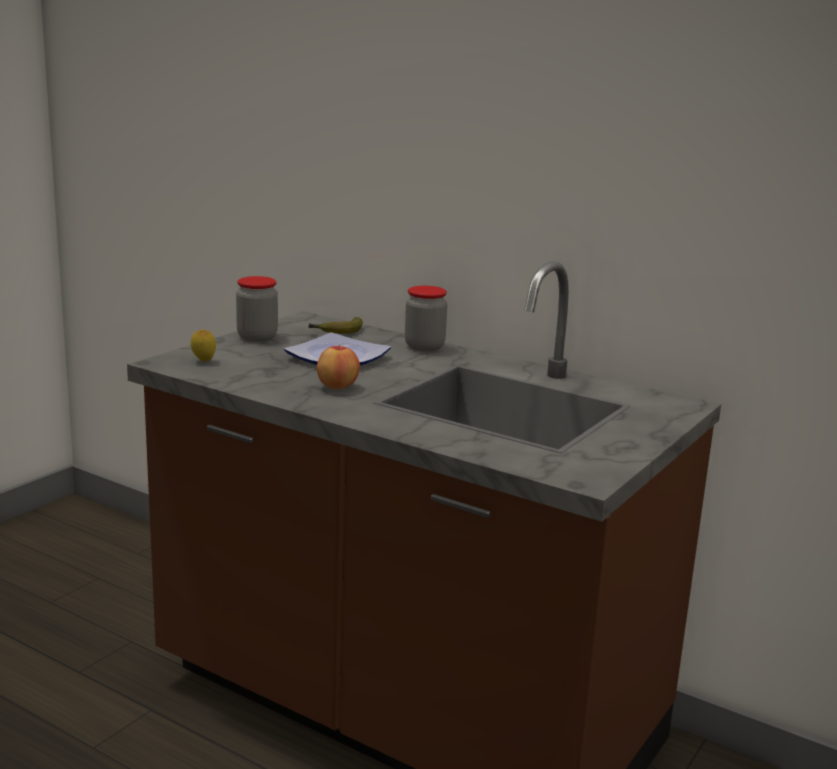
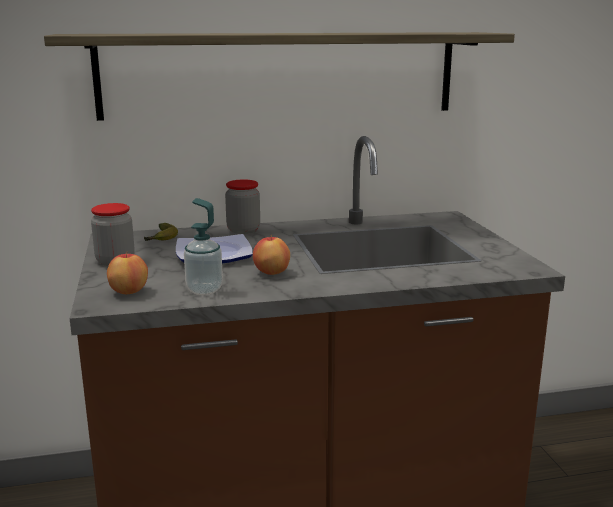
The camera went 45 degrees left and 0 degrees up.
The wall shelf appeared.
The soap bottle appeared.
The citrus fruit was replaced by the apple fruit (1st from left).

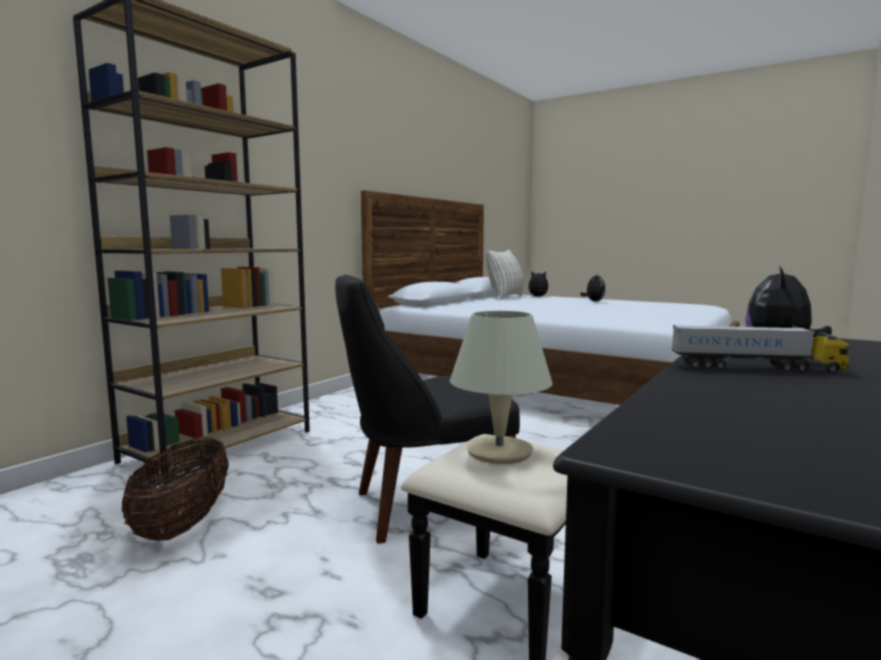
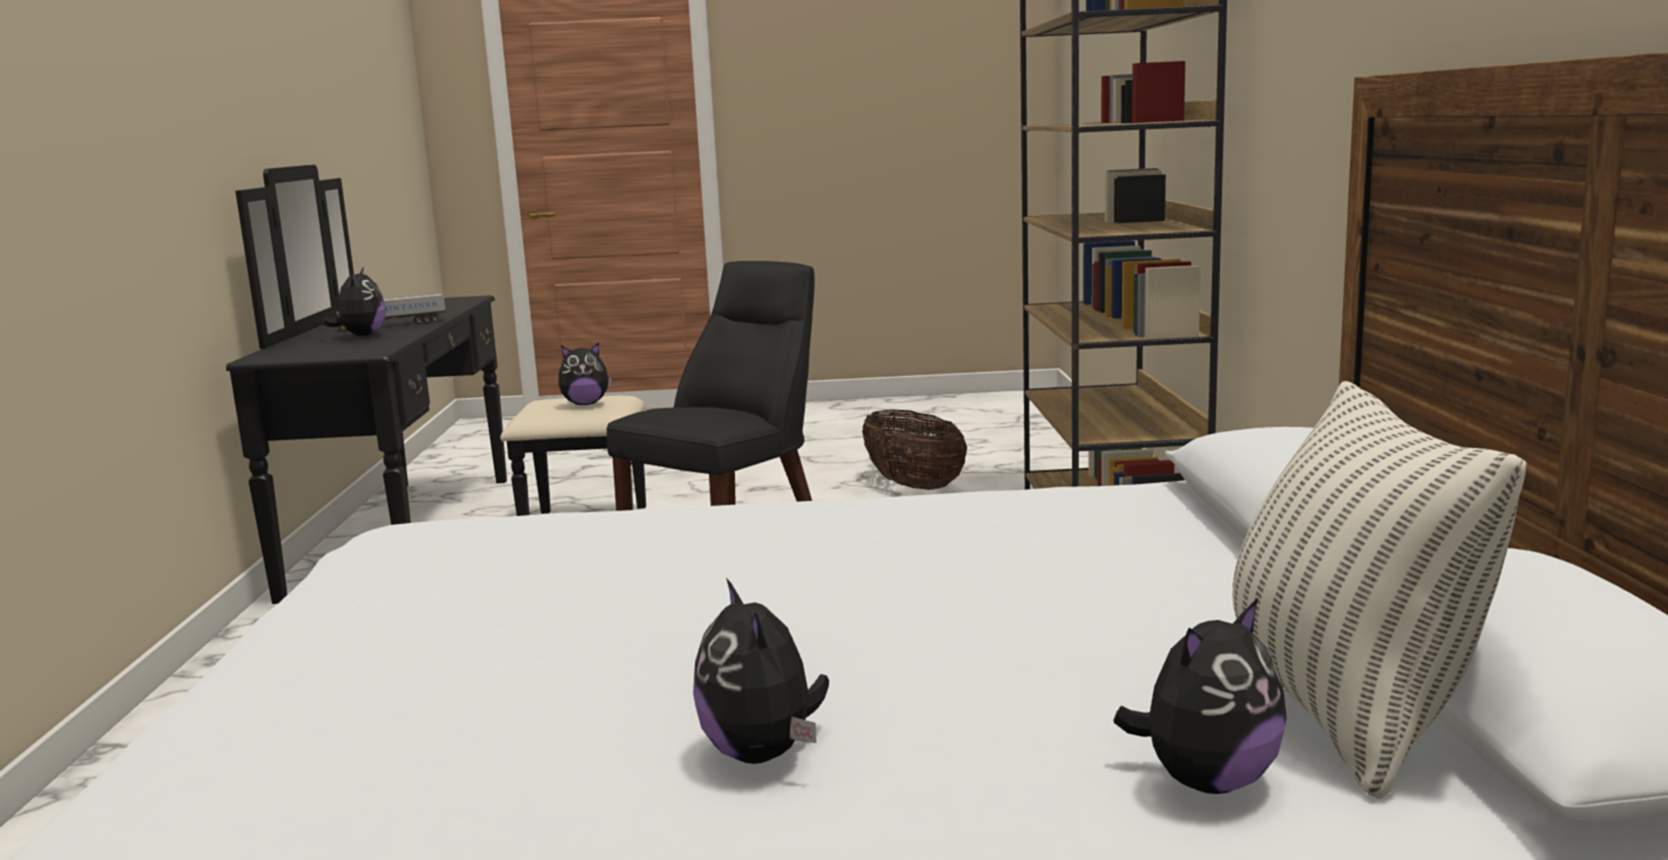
The camera went 145 degrees right and 5 degrees up.
The lamp for a table/sand-coloured was replaced by the plush toy (2nd from left).

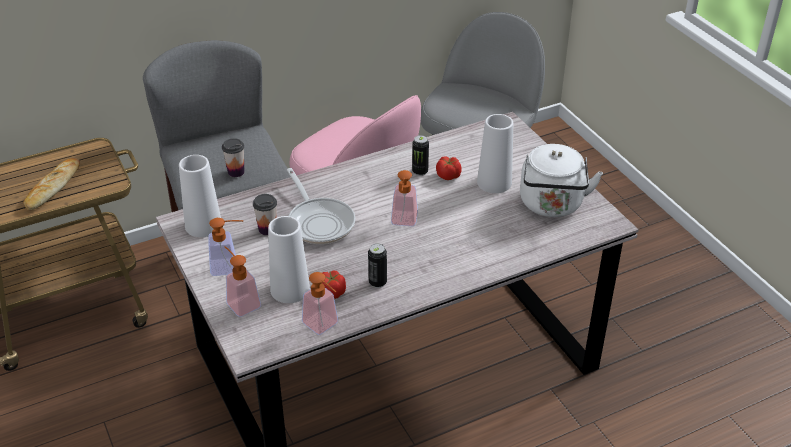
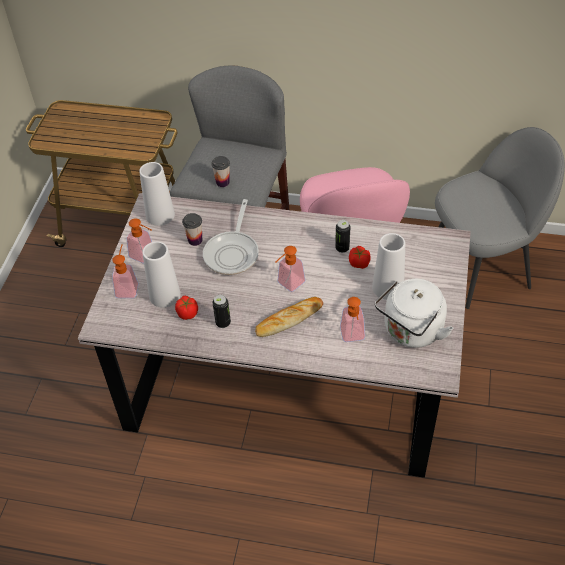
The camera went 40 degrees right and 10 degrees up.
The bread moved.
The soap bottle (3rd from left in the first image) moved.

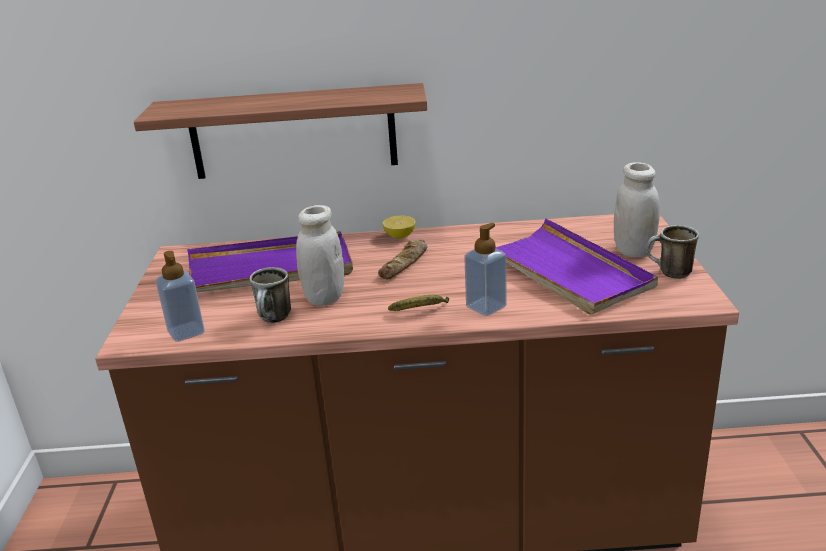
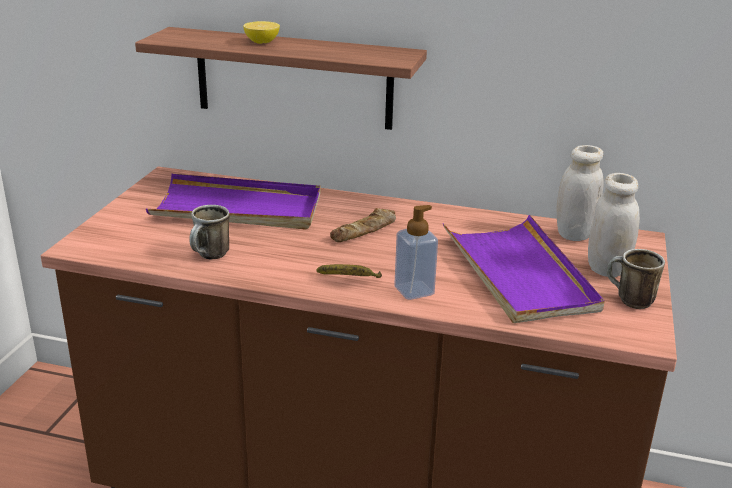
The camera went 15 degrees right and 0 degrees up.
The soap bottle (1st from left) disappeared.
The jar/white-coloured (1st from left) moved.
The citrus fruit moved.

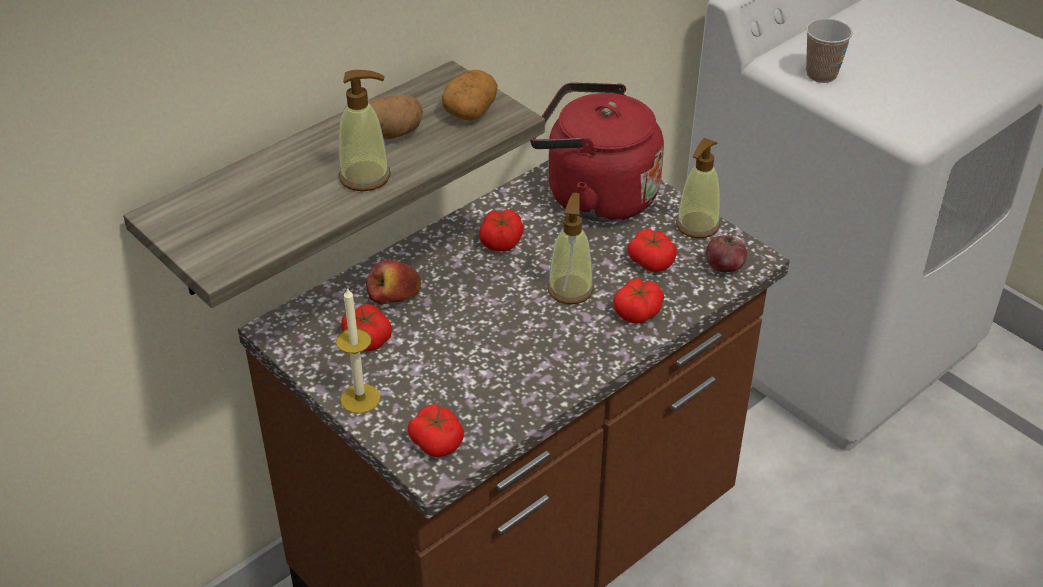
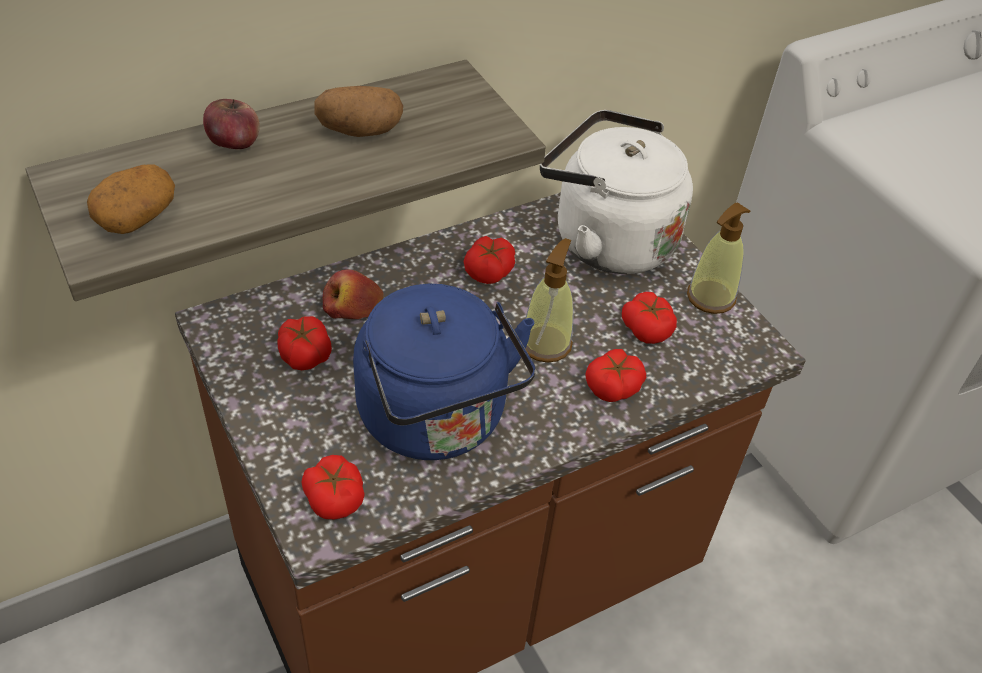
The camera went 10 degrees right and 5 degrees up.
The candle disappeared.
The soap bottle (1st from left) disappeared.
The drinking cup disappeared.
The kettle/bluish appeared.
The potato (2nd from left in the first image) moved.
The apple fruit (2nd from left in the first image) moved.
The kettle/red-coloured became the kettle/white-coloured.

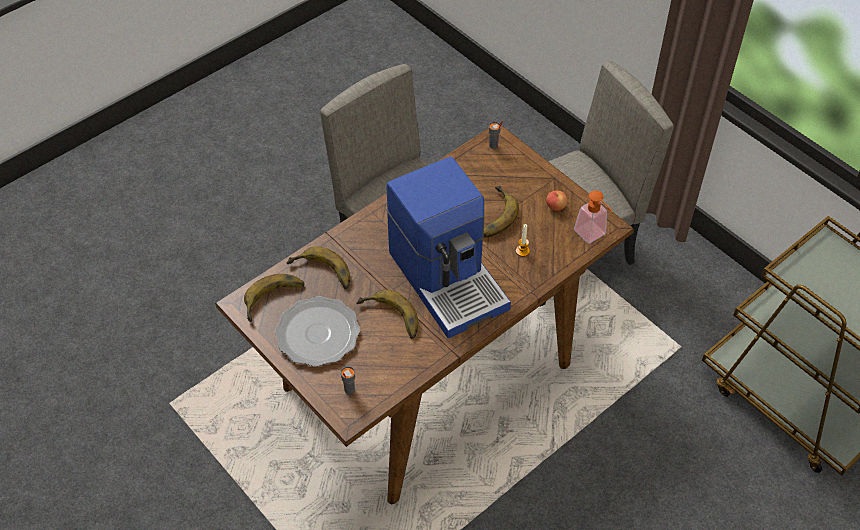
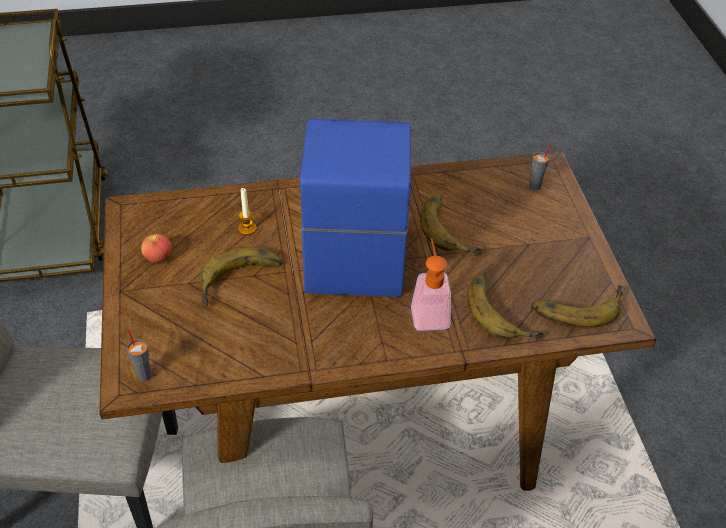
The camera went 150 degrees left and 5 degrees down.
The dinner plate disappeared.
The soap bottle moved.

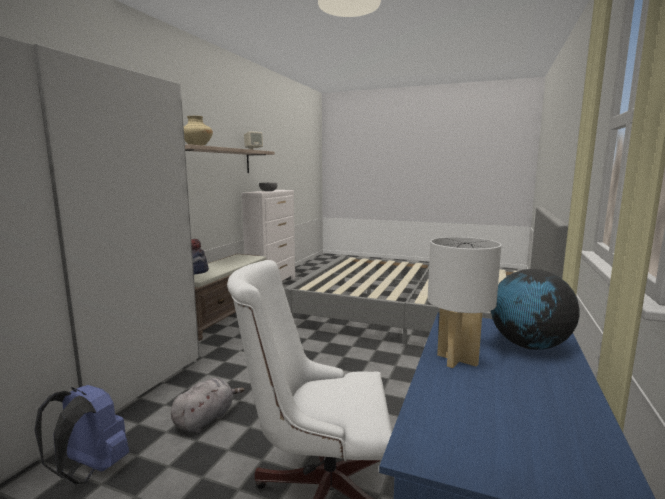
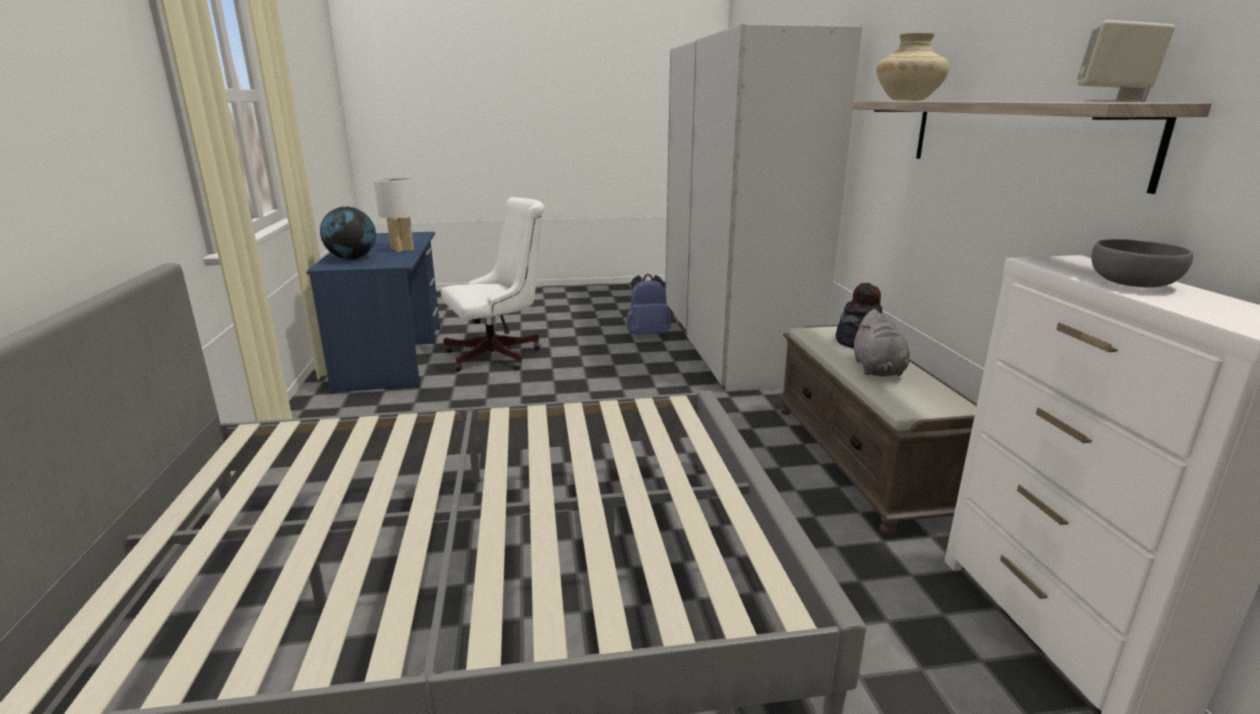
The camera went 150 degrees right and 10 degrees up.
The plush toy/greyish moved.

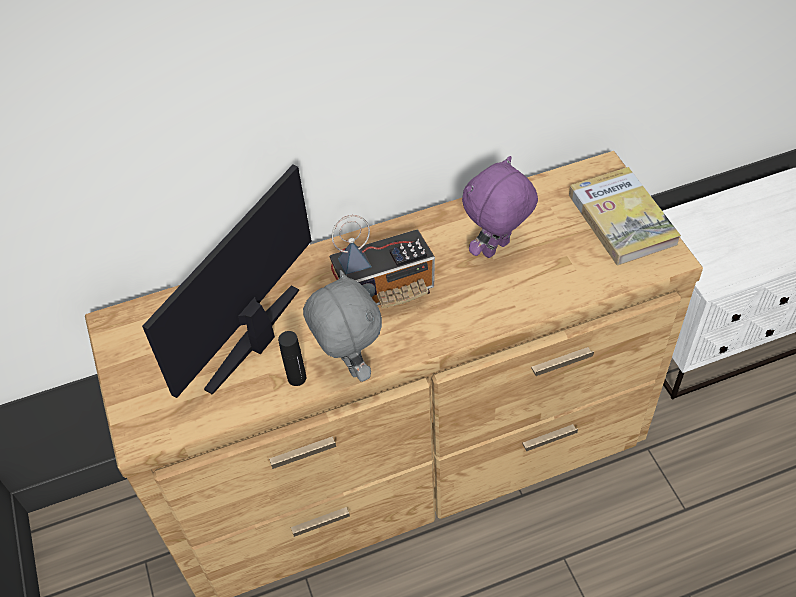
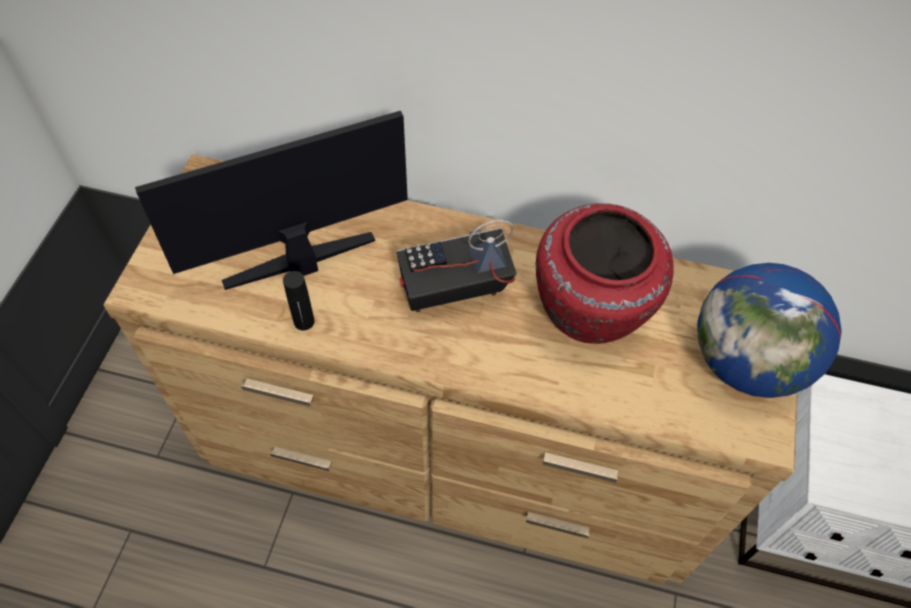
The camera went 30 degrees right and 5 degrees up.
The plush toy/greyish disappeared.
The plush toy/purple-coloured was replaced by the flower vase/red-coloured.
The bound book was replaced by the world globe.
The radio receiver turned 150 degrees clockwise.

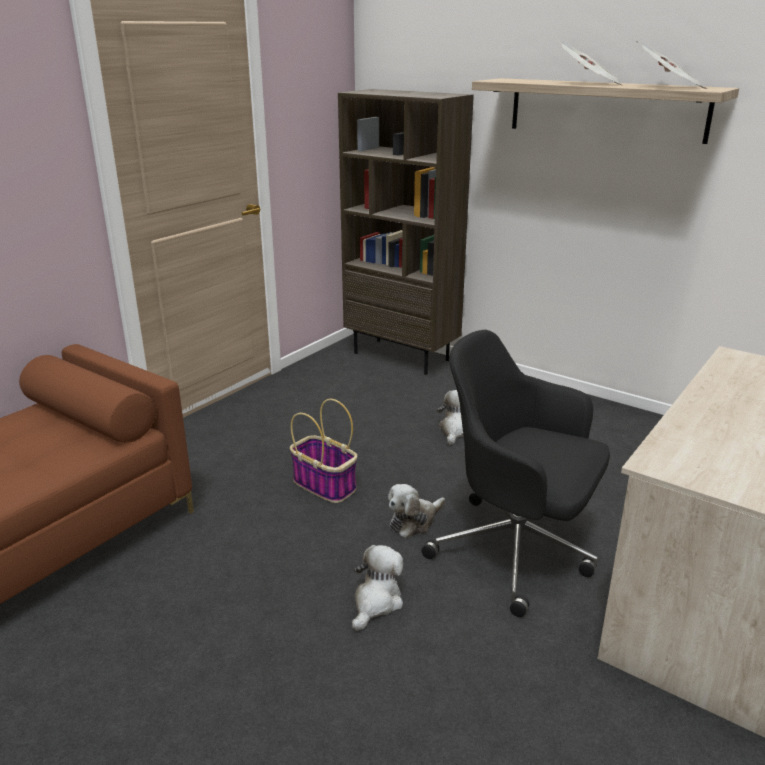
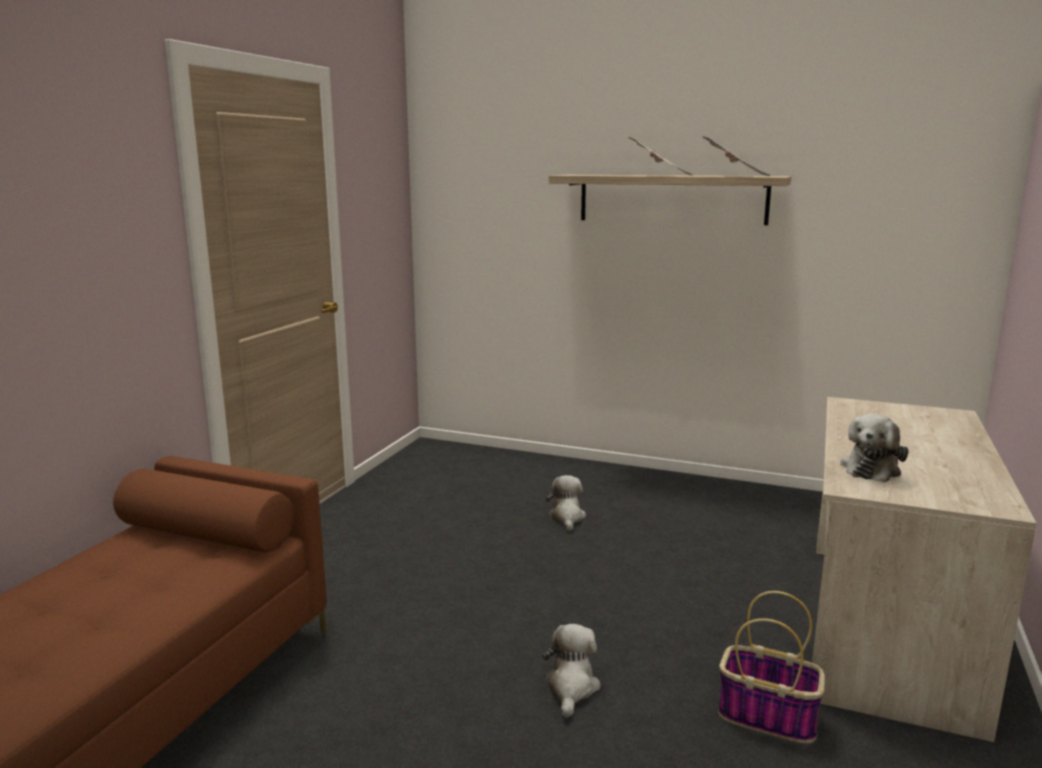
The camera went 15 degrees left and 10 degrees down.
The shelving unit/brown disappeared.
The desk chair/black disappeared.
The household basket moved.
The plush toy (2nd from left in the first image) moved.

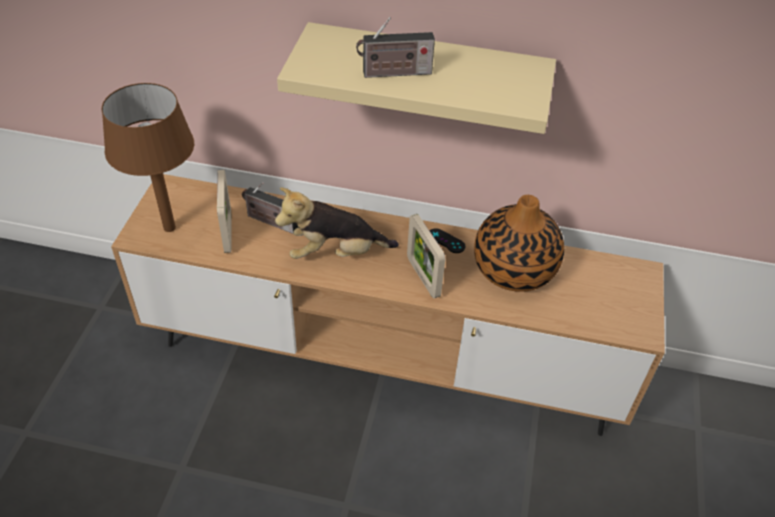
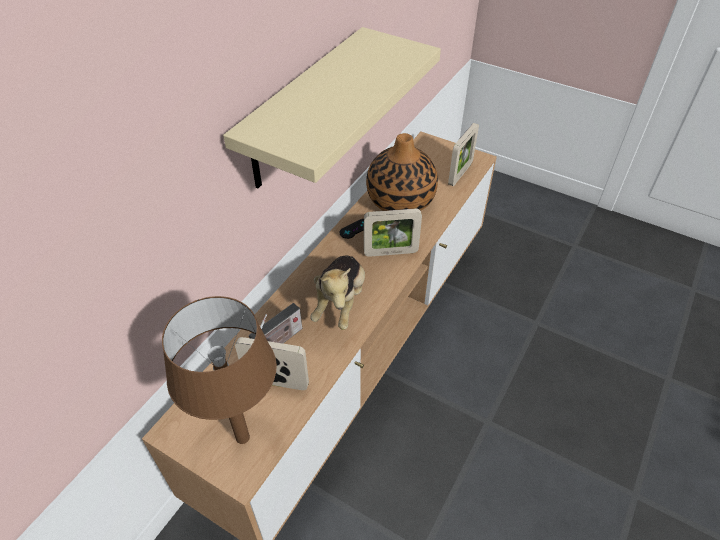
The camera went 70 degrees left and 0 degrees up.
The radio receiver (2nd from left) disappeared.
The photo frame (3rd from left) appeared.

